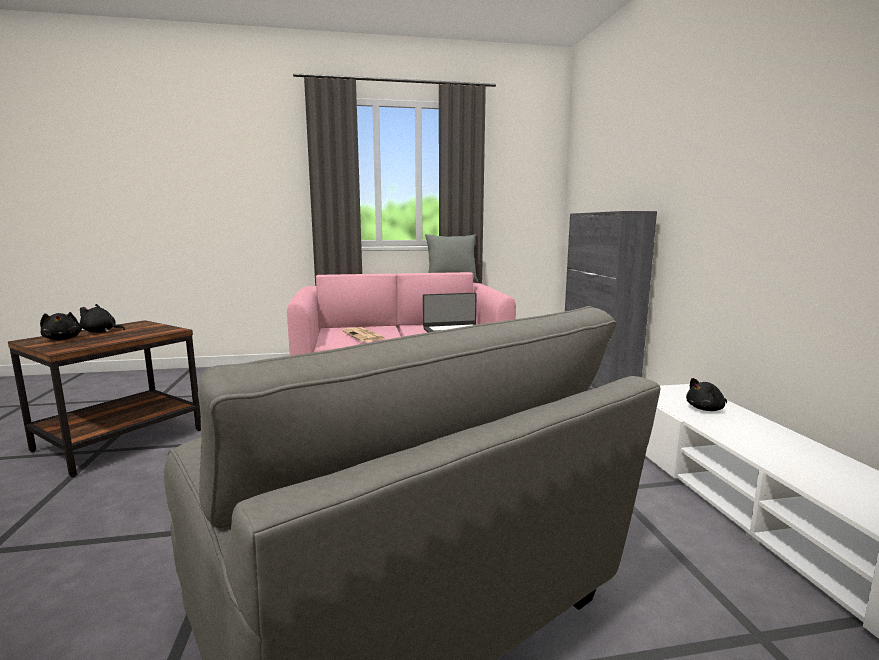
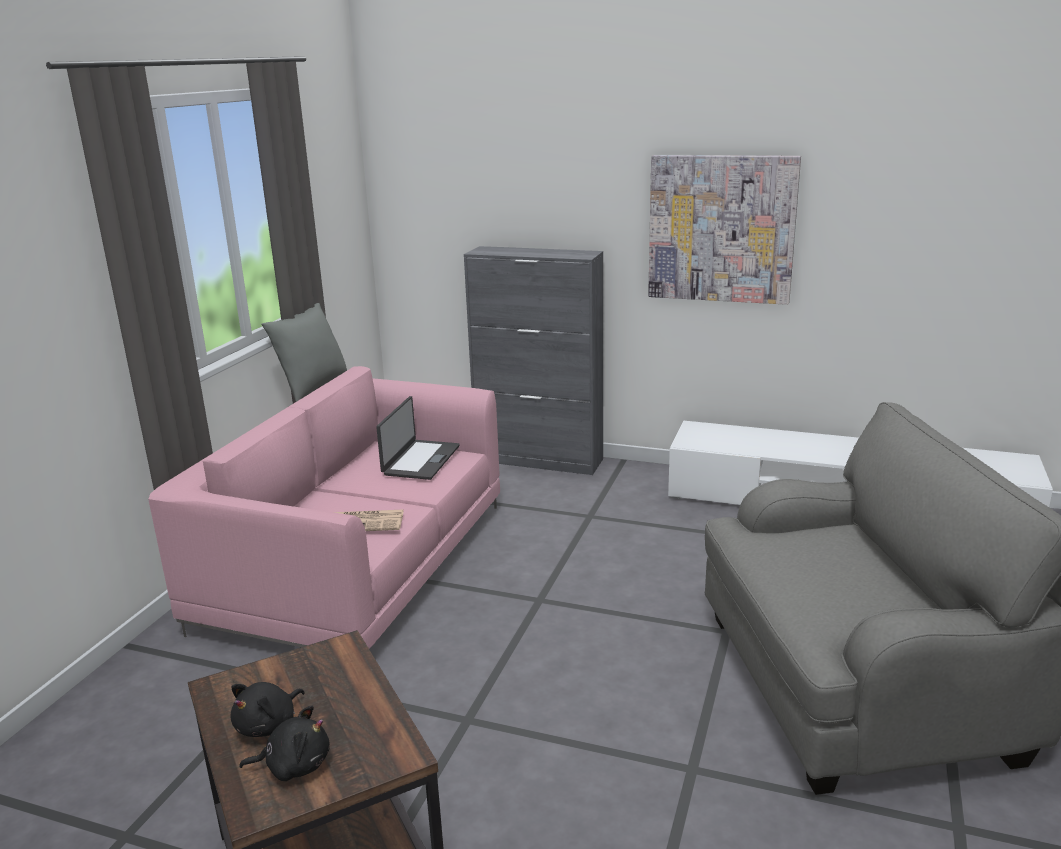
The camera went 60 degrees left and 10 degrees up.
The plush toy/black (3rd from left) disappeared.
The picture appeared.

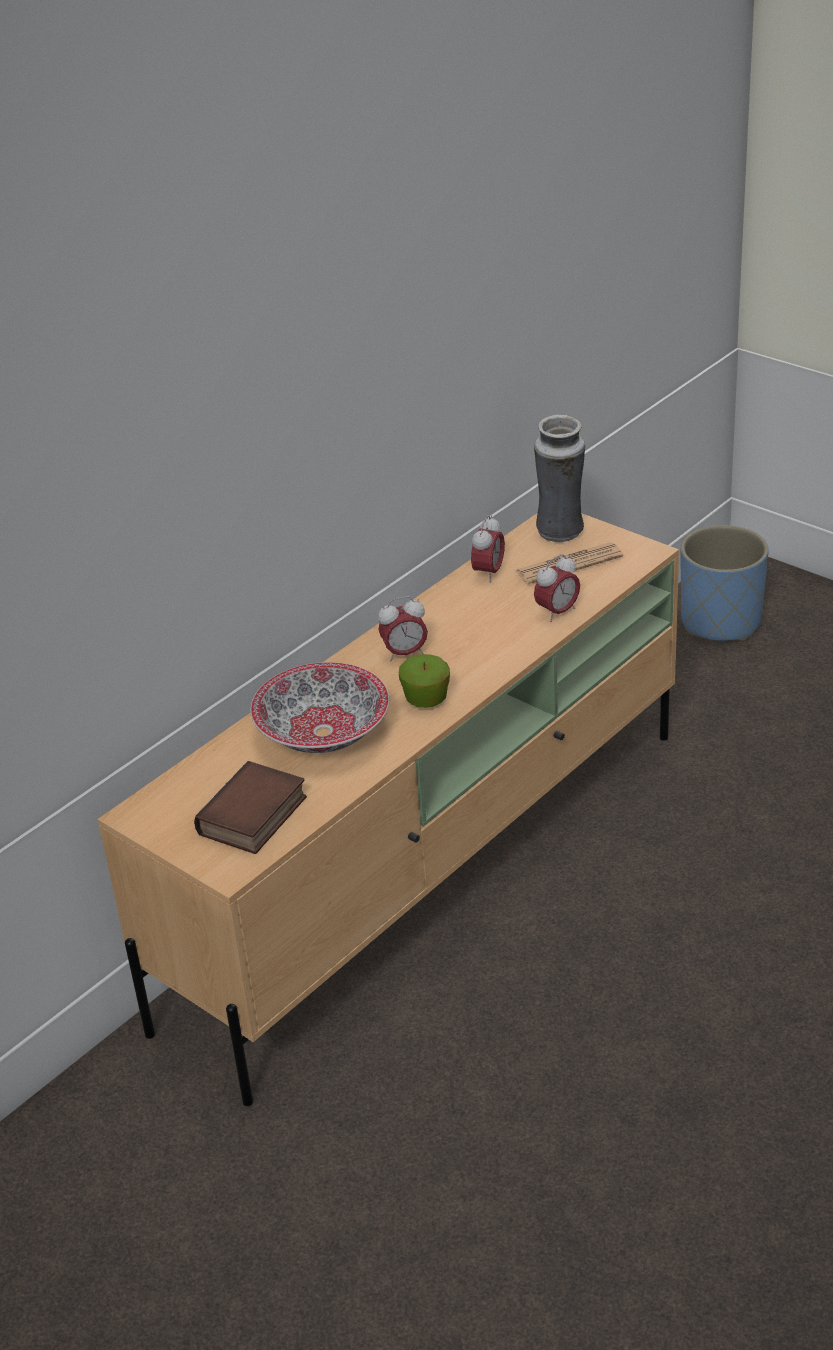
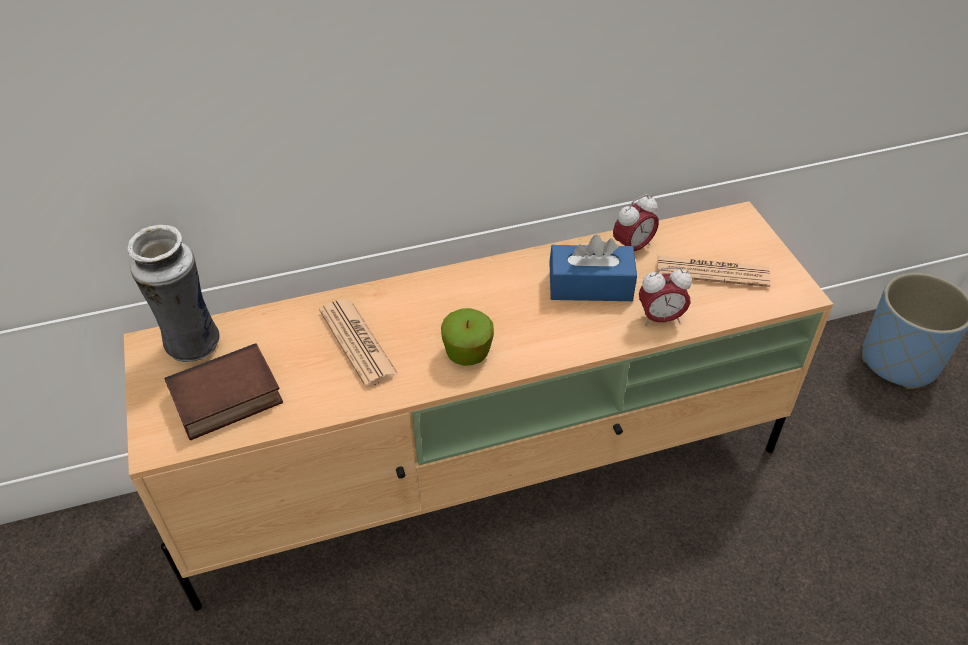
The camera went 30 degrees right and 10 degrees up.
The table clock (1st from left) disappeared.
The tissue holder/bluish appeared.
The flower vase moved.
The serving bowl was replaced by the printed paper (1st from left).

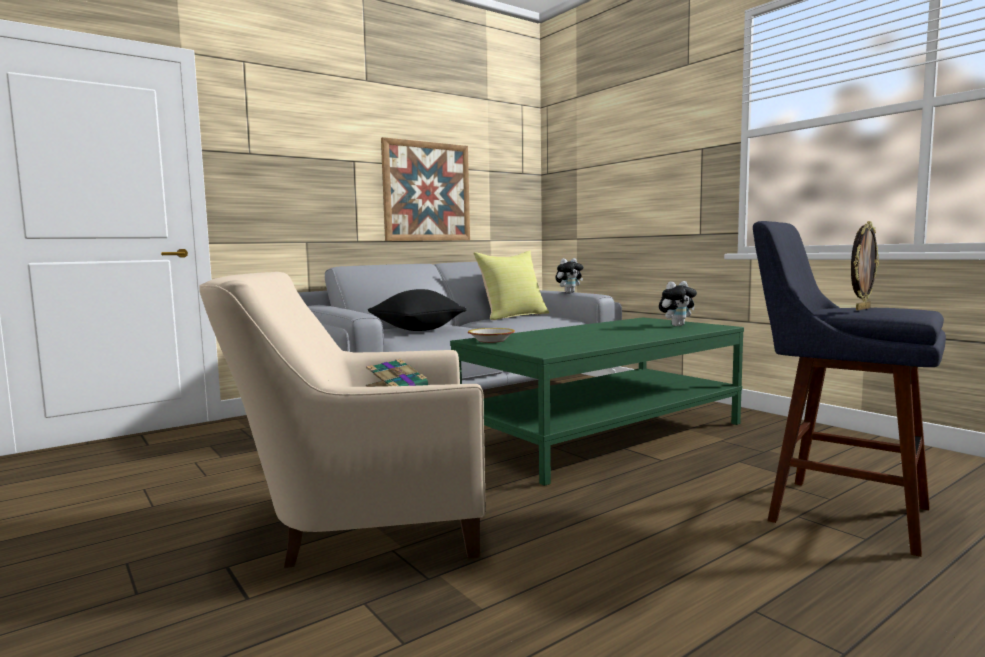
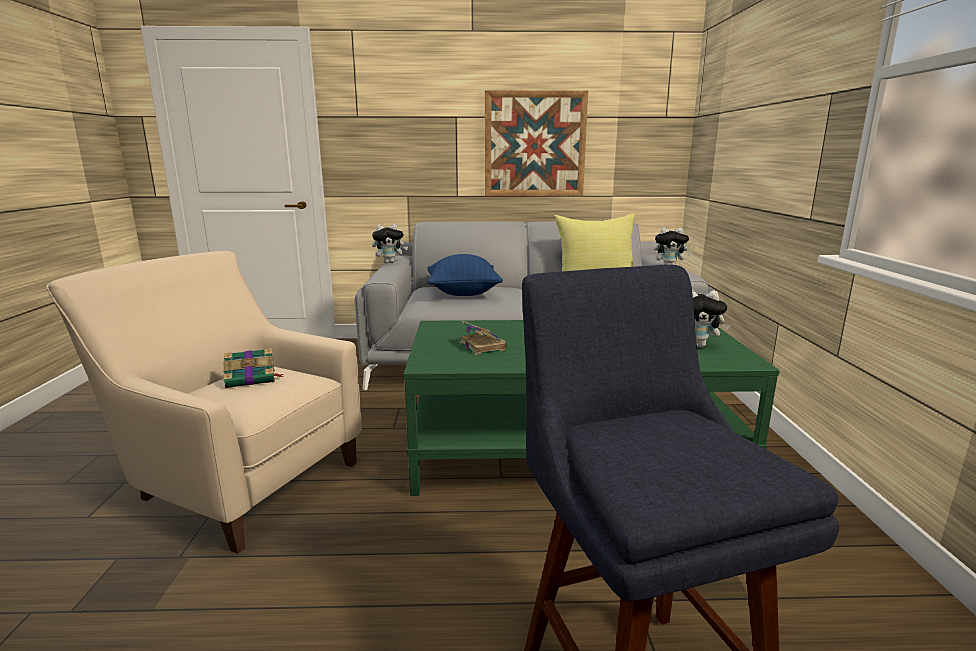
The camera went 35 degrees right and 10 degrees up.
The serving bowl disappeared.
The photo frame disappeared.
The plush toy (1st from left) appeared.
The bound book (2nd from left) appeared.
The cushion/black became the cushion/bluish.

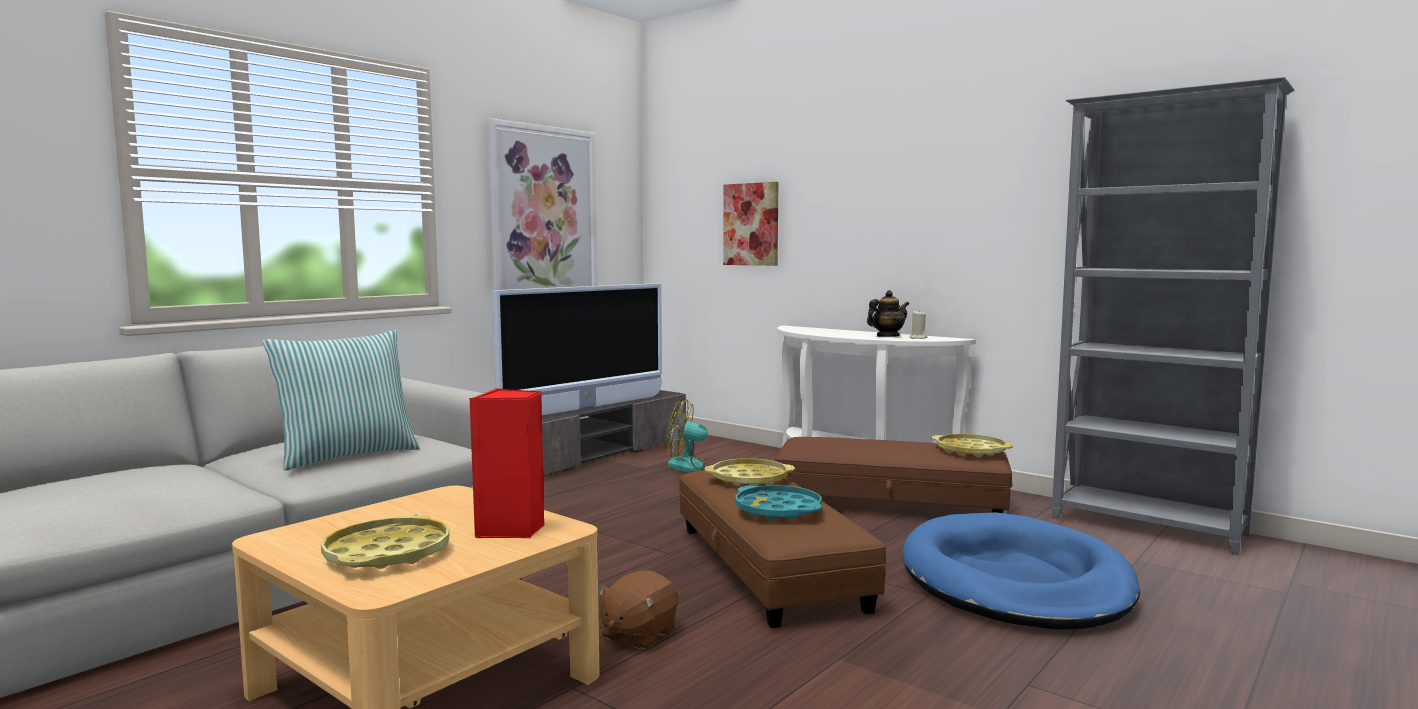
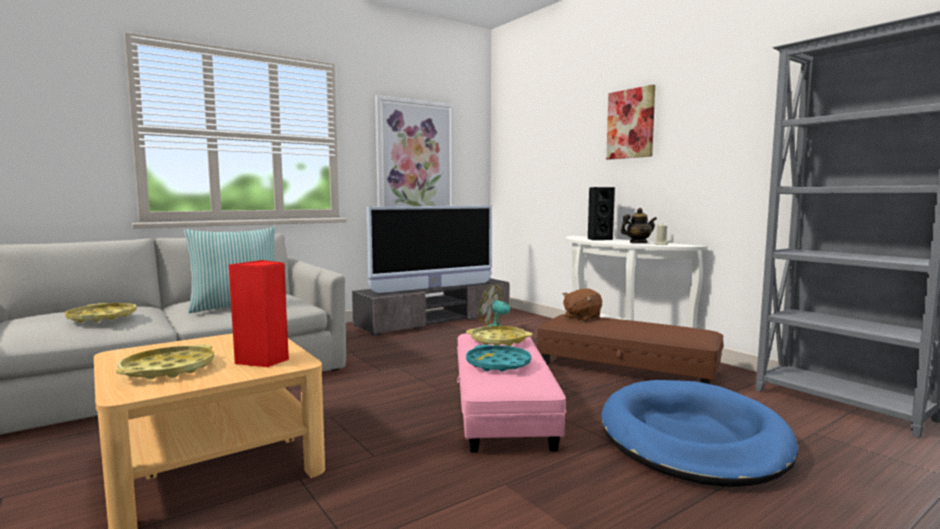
The camera went 15 degrees right and 0 degrees up.
The loudspeaker/black appeared.
The plush toy/brown moved.
The picture (2nd from left) moved.
The serving tray/yellow-coloured (3rd from left in the first image) moved.
The ottoman/brown (1st from left) became the ottoman/pinkish.

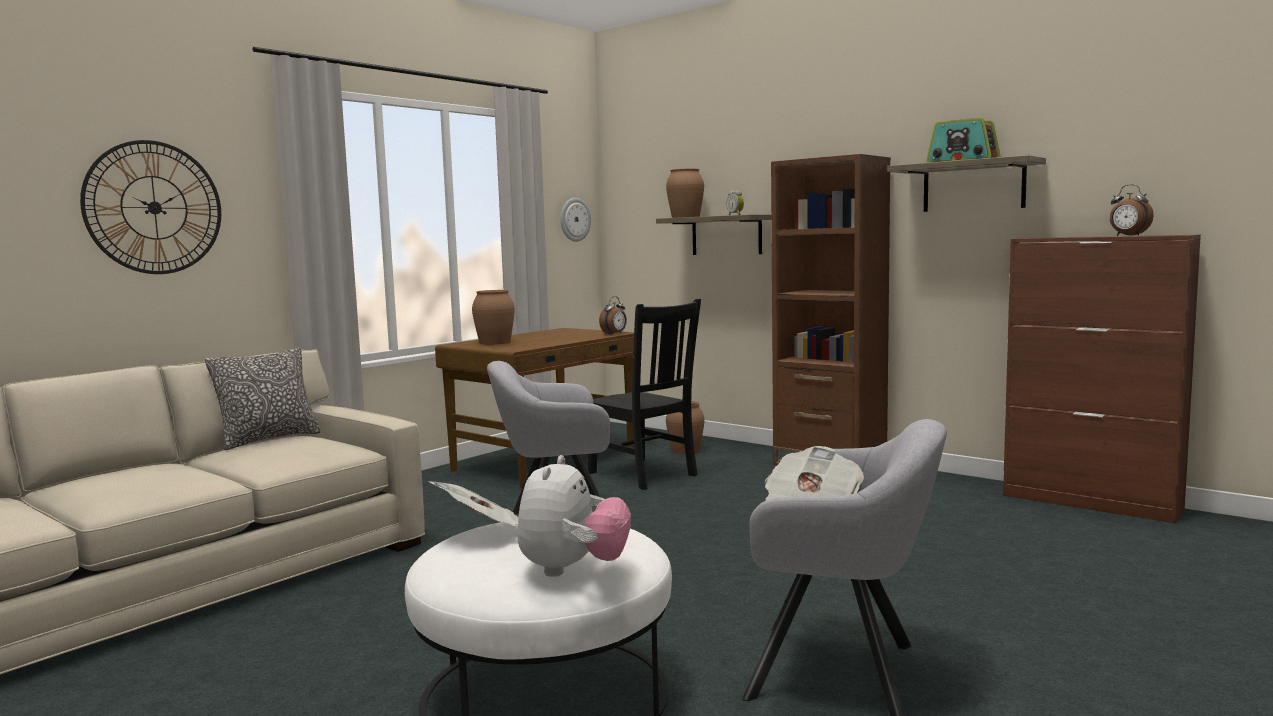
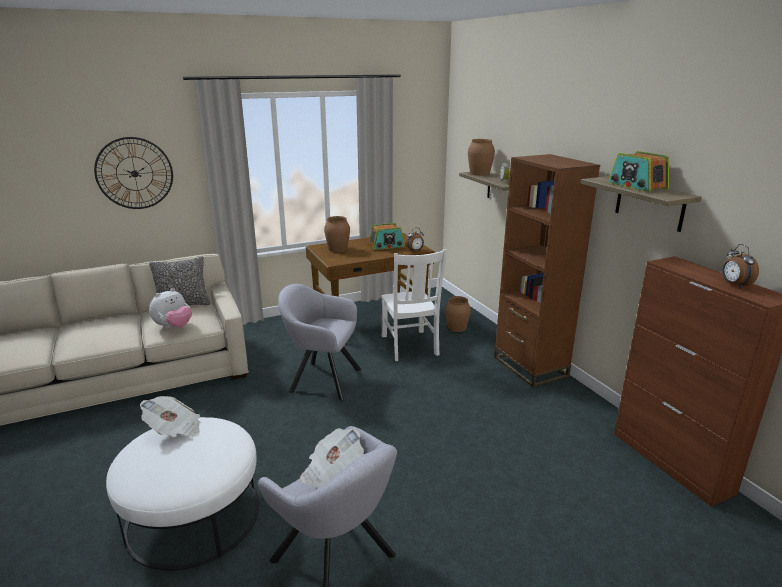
The camera went 25 degrees right and 15 degrees up.
The clock on the wall (2nd from left) disappeared.
The radio receiver (1st from left) appeared.
The plush toy moved.
The chair/black became the chair/white-coloured.

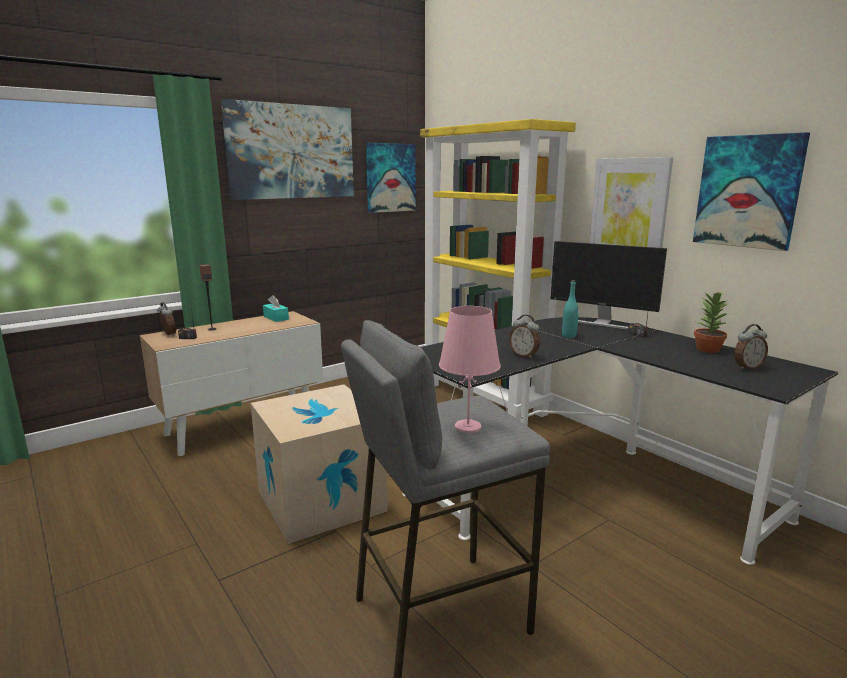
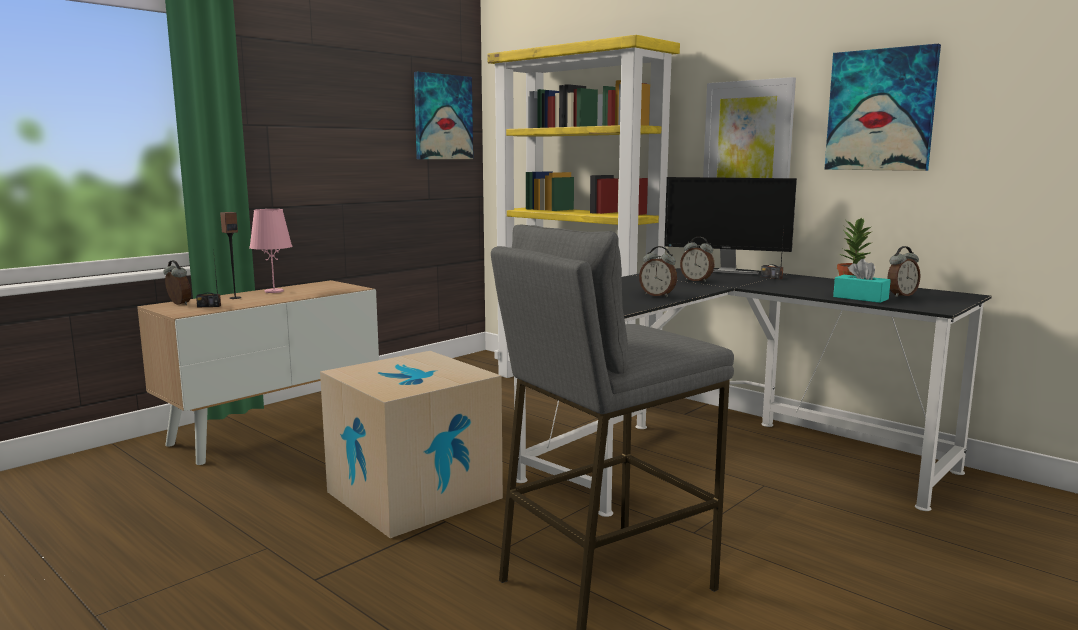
The camera went 10 degrees left and 5 degrees down.
The picture (1st from left) disappeared.
The tissue holder/turquoise-coloured moved.
The lamp for a table/pinkish moved.
The drink bottle/turquoise-coloured was replaced by the table clock (3rd from left).

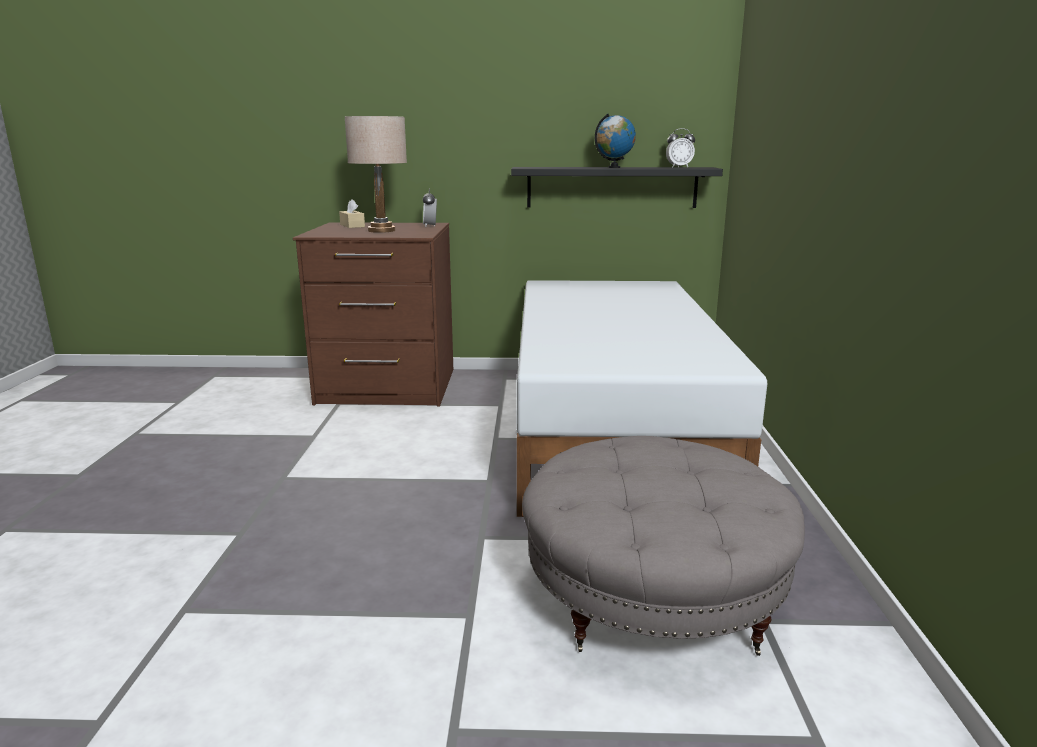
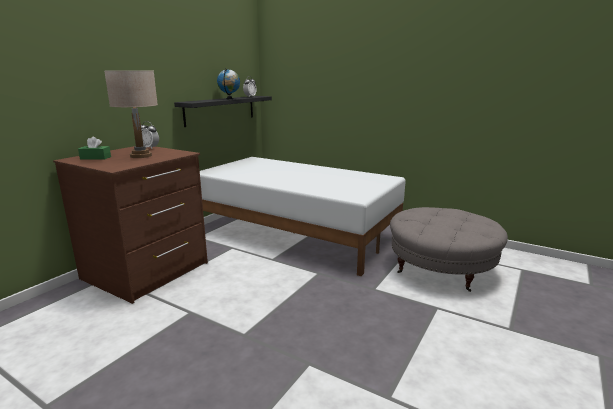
The camera went 60 degrees left and 0 degrees up.
The tissue holder/sand-coloured became the tissue holder/green-coloured.

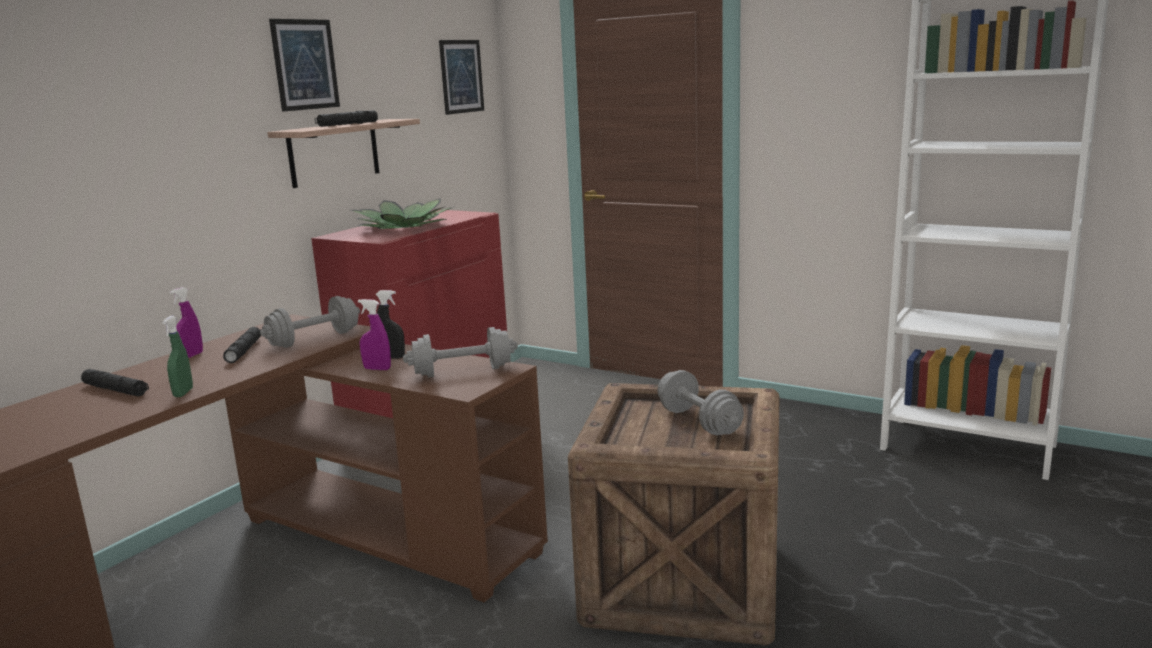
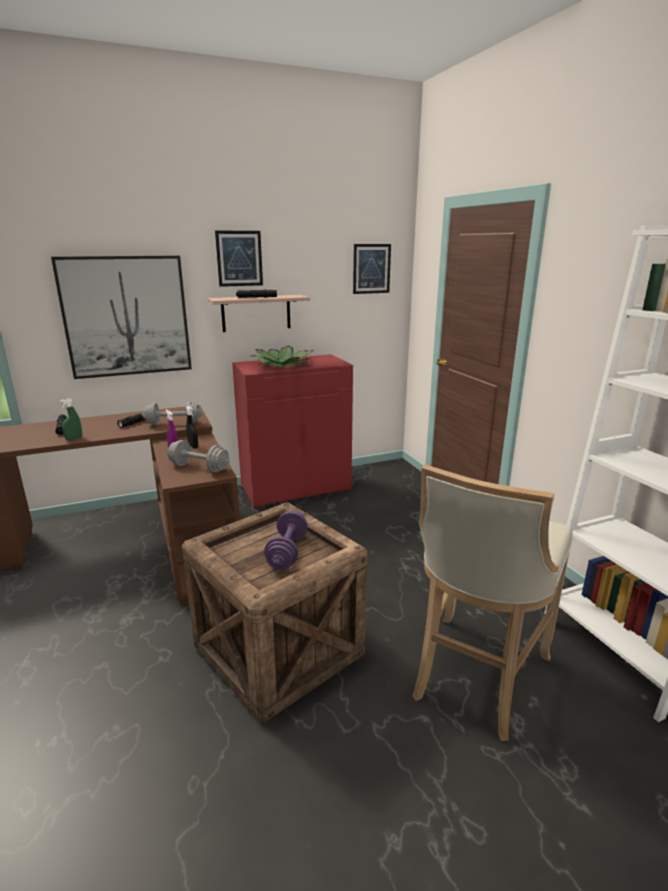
The camera went 35 degrees right and 5 degrees up.
The spray bottle/purple-coloured (1st from left) disappeared.
The picture (1st from left) appeared.
The sitting stool/sand-coloured appeared.
The free weight/greyish (3rd from left) became the free weight/purple-coloured.

